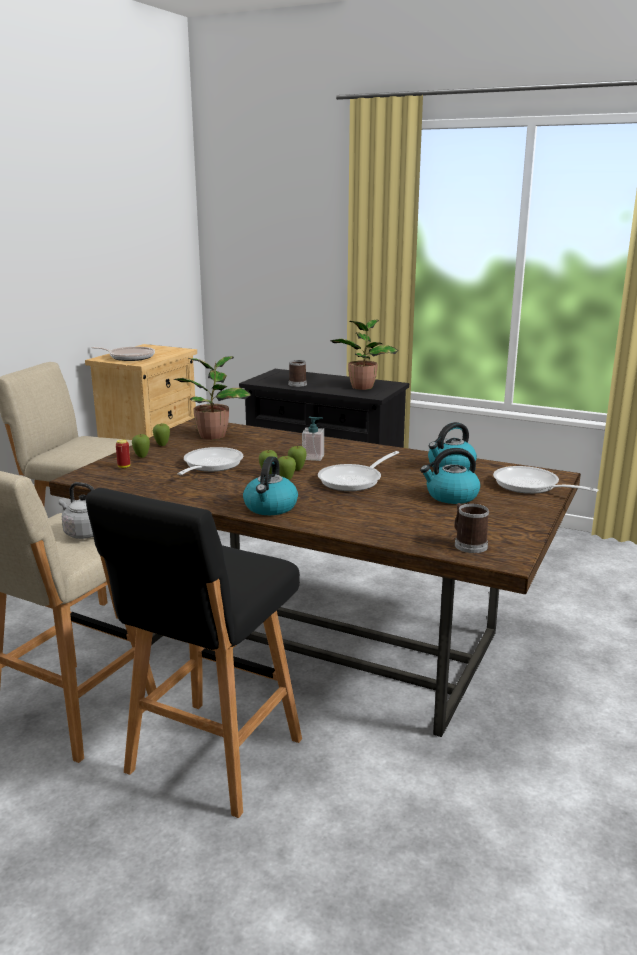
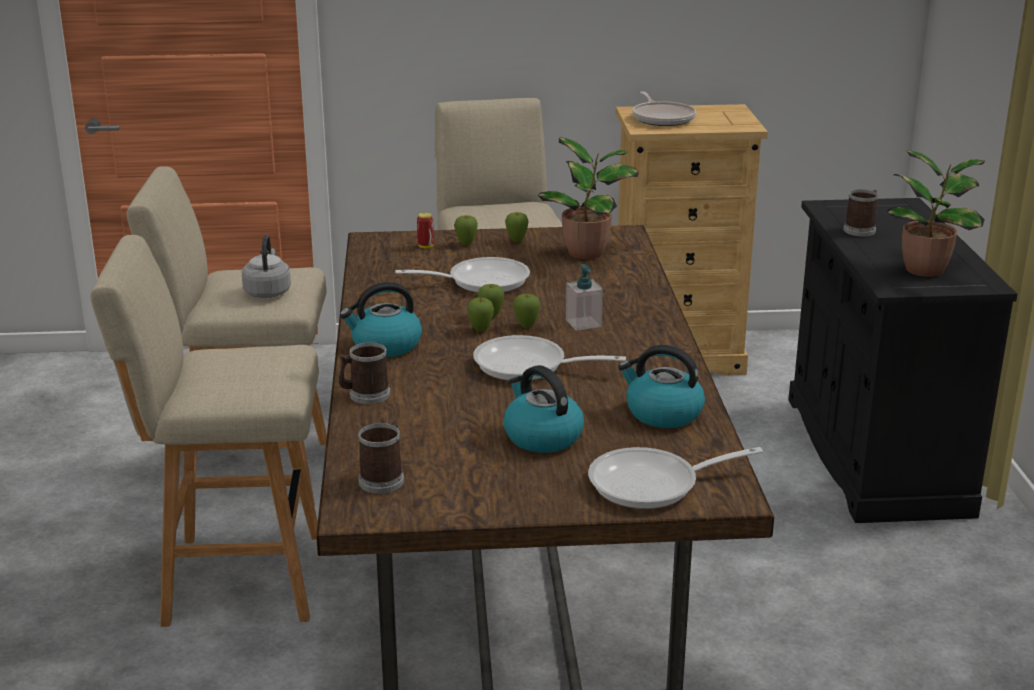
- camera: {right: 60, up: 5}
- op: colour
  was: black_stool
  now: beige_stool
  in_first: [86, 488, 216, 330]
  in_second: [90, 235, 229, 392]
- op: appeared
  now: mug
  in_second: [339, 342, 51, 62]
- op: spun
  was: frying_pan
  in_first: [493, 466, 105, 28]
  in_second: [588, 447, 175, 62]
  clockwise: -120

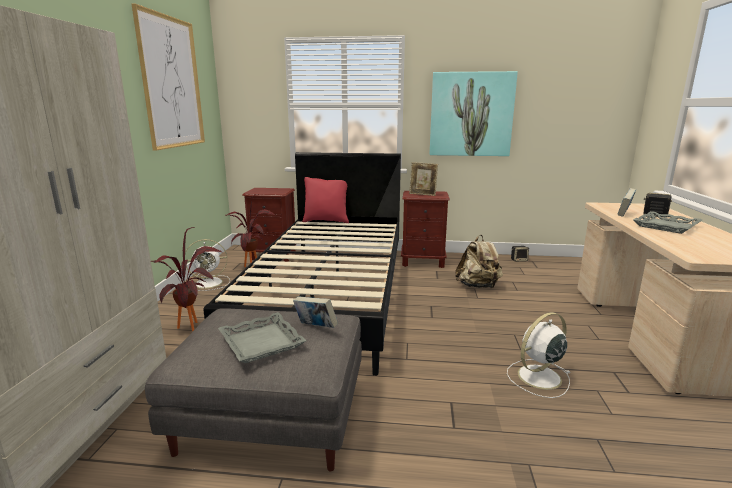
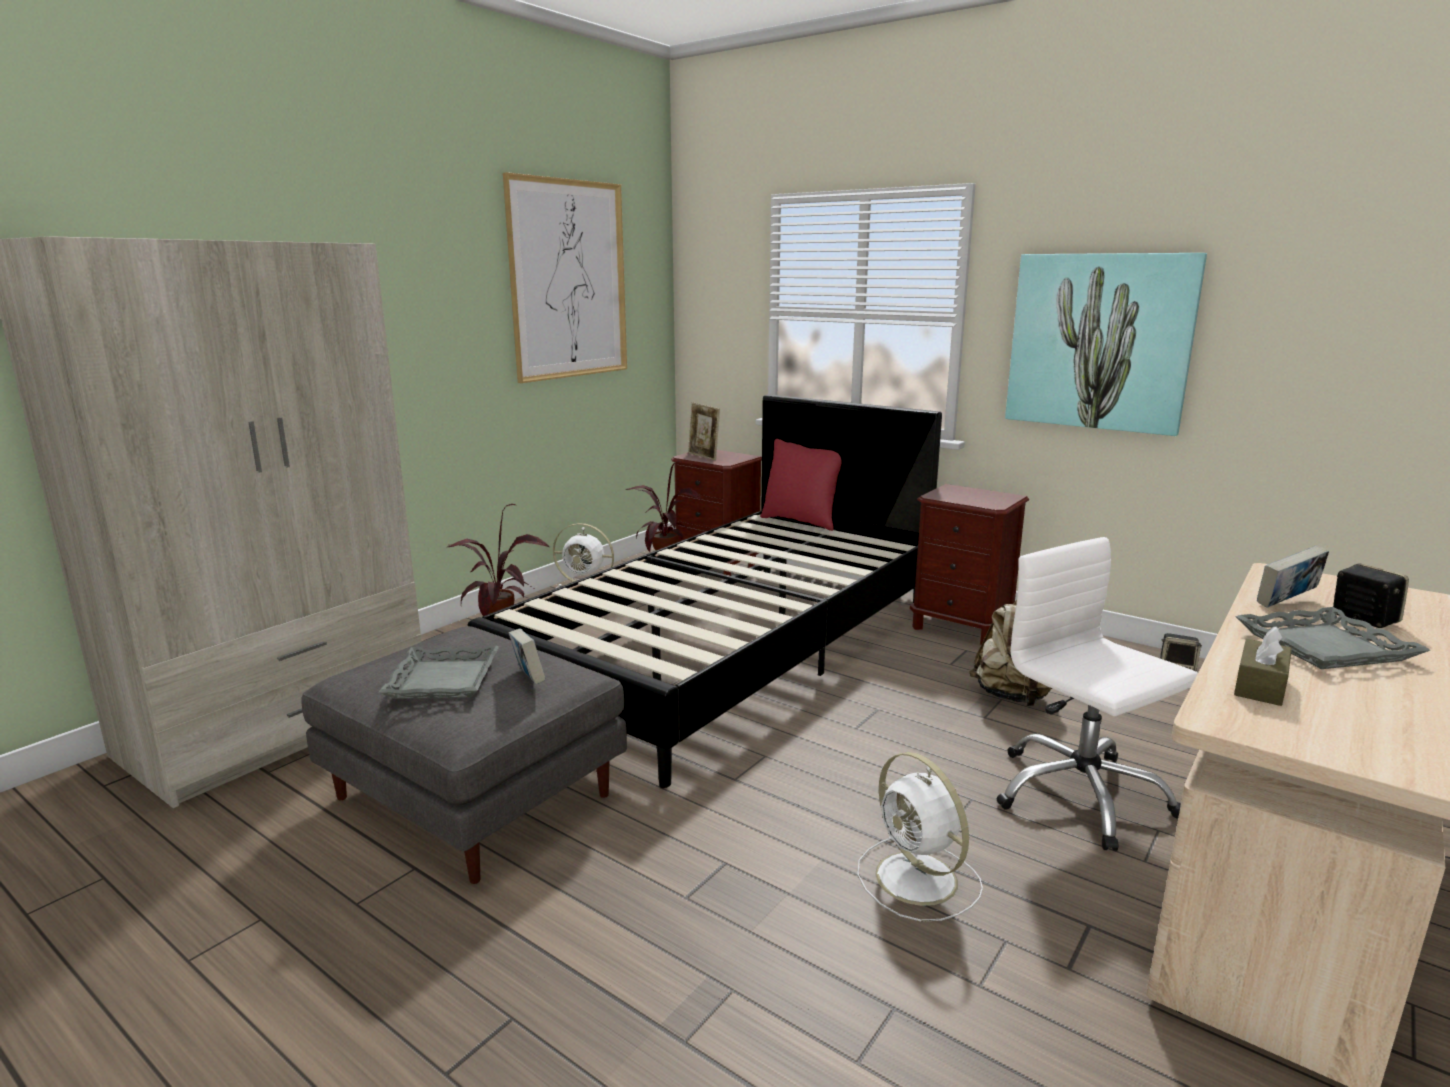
- camera: {right: 30, up: 0}
- op: relocated
  was: picture_frame
  in_first: [409, 162, 29, 34]
  in_second: [688, 402, 32, 58]
- op: spun
  was: white_fan
  in_first: [507, 312, 64, 86]
  in_second: [857, 752, 126, 170]
  clockwise: -120
- op: appeared
  now: white_office_chair
  in_second: [997, 537, 201, 314]
- op: appeared
  now: brown_tissue_box
  in_second: [1234, 626, 57, 80]

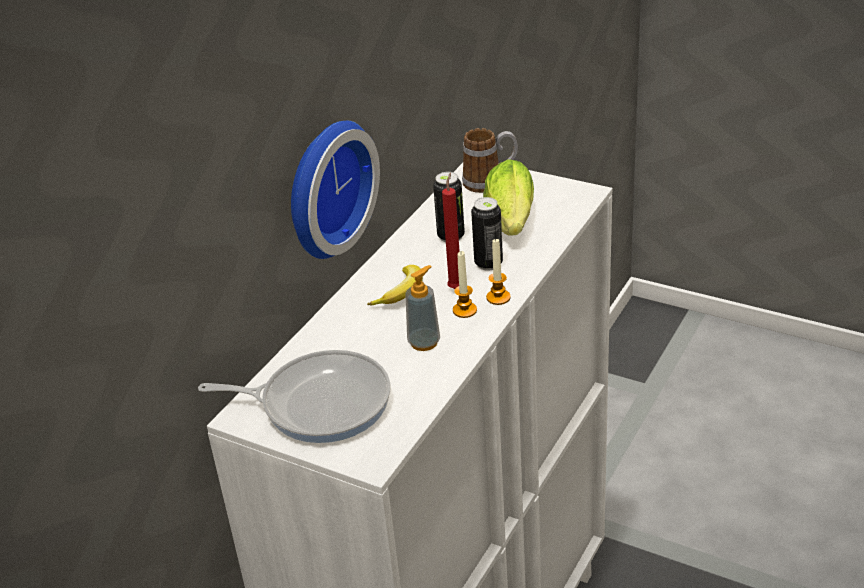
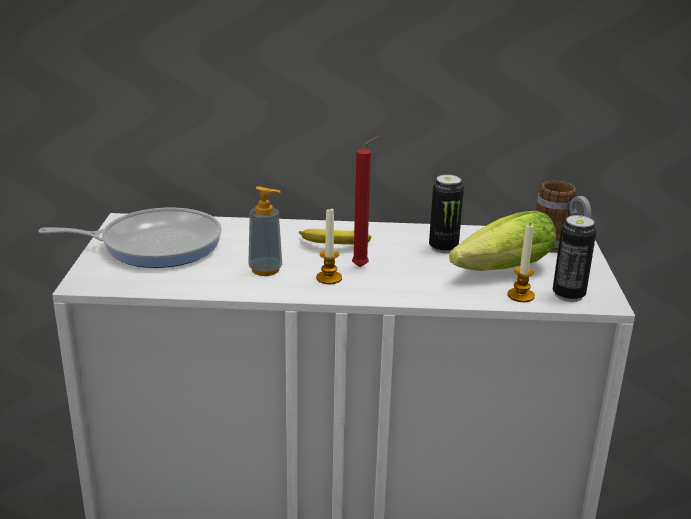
- camera: {right: 60, up: -10}
- op: spun
  was: frying_pan
  in_first: [198, 350, 192, 93]
  in_second: [38, 208, 184, 60]
  clockwise: -75
- op: relocated
  was: candle
  in_first: [486, 238, 25, 67]
  in_second: [507, 225, 28, 77]
- op: relocated
  was: can
  in_first: [471, 197, 32, 74]
  in_second: [553, 215, 43, 87]
- op: missing
  was: wall_clock
  in_first: [291, 121, 89, 138]

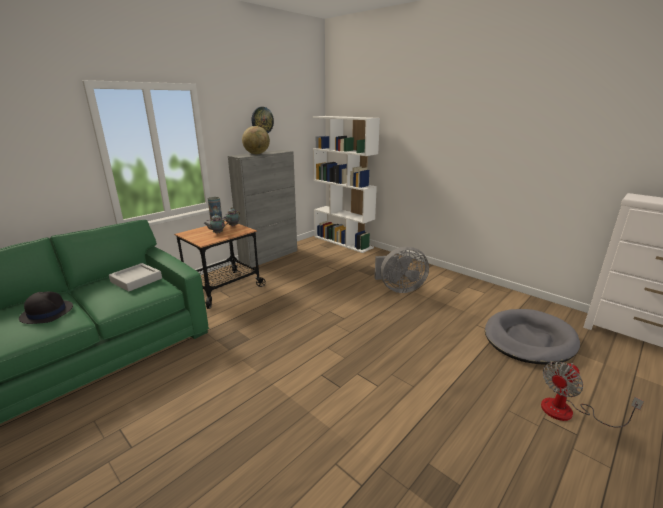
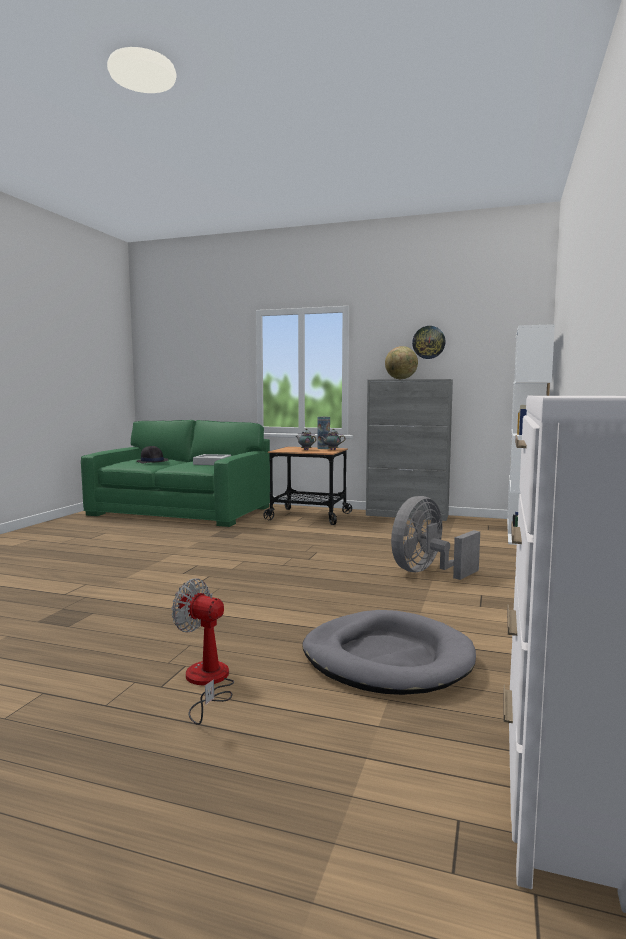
- camera: {right: 65, up: -15}
- op: spun
  was: grey_fan
  in_first: [374, 247, 55, 46]
  in_second: [391, 496, 89, 84]
  clockwise: 75

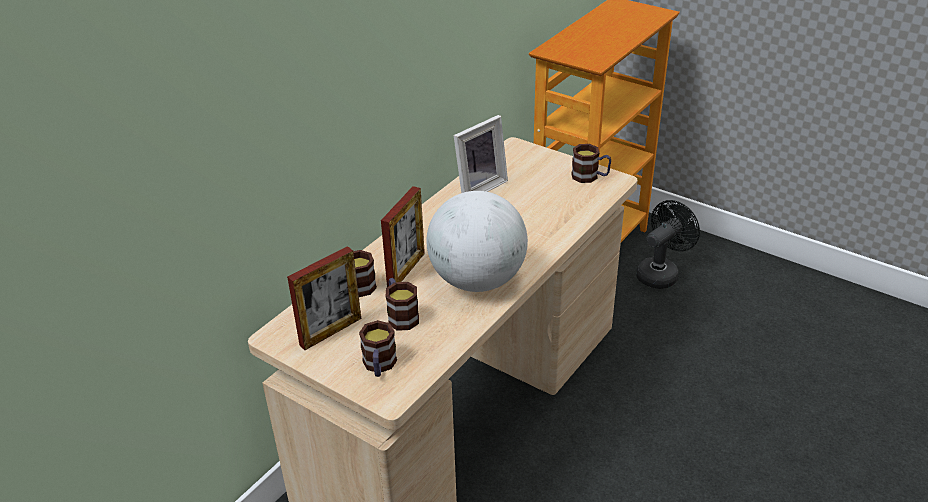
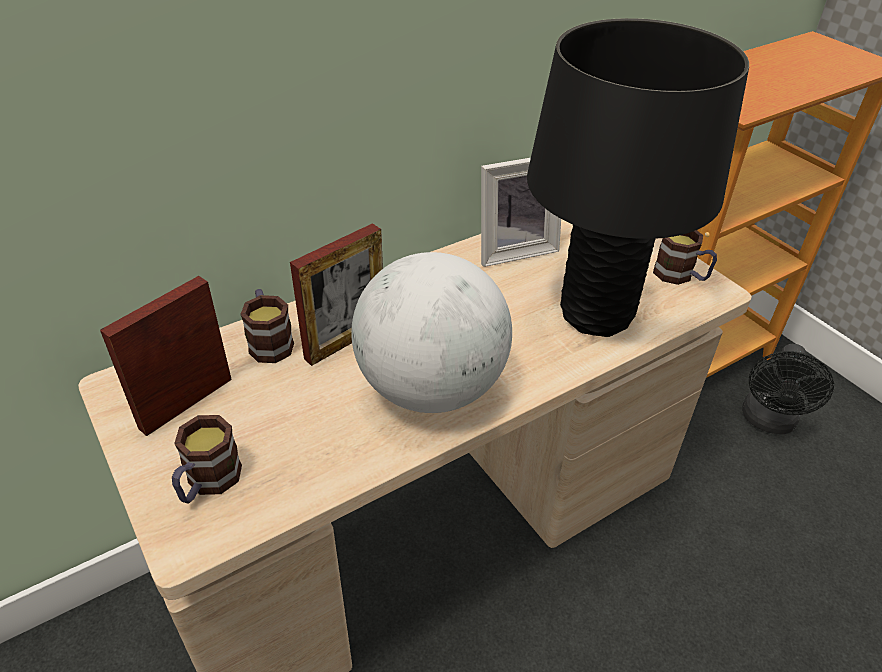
- camera: {right: 20, up: 5}
- op: spun
  was: picture_frame
  in_first: [287, 246, 74, 104]
  in_second: [100, 276, 132, 160]
  clockwise: 150
- op: appeared
  now: black_table_lamp
  in_second: [527, 18, 222, 319]
- op: spun
  was: black_fan
  in_first: [636, 200, 64, 89]
  in_second: [742, 344, 92, 90]
  clockwise: 135
- op: missing
  was: mug
  in_first: [386, 278, 33, 53]

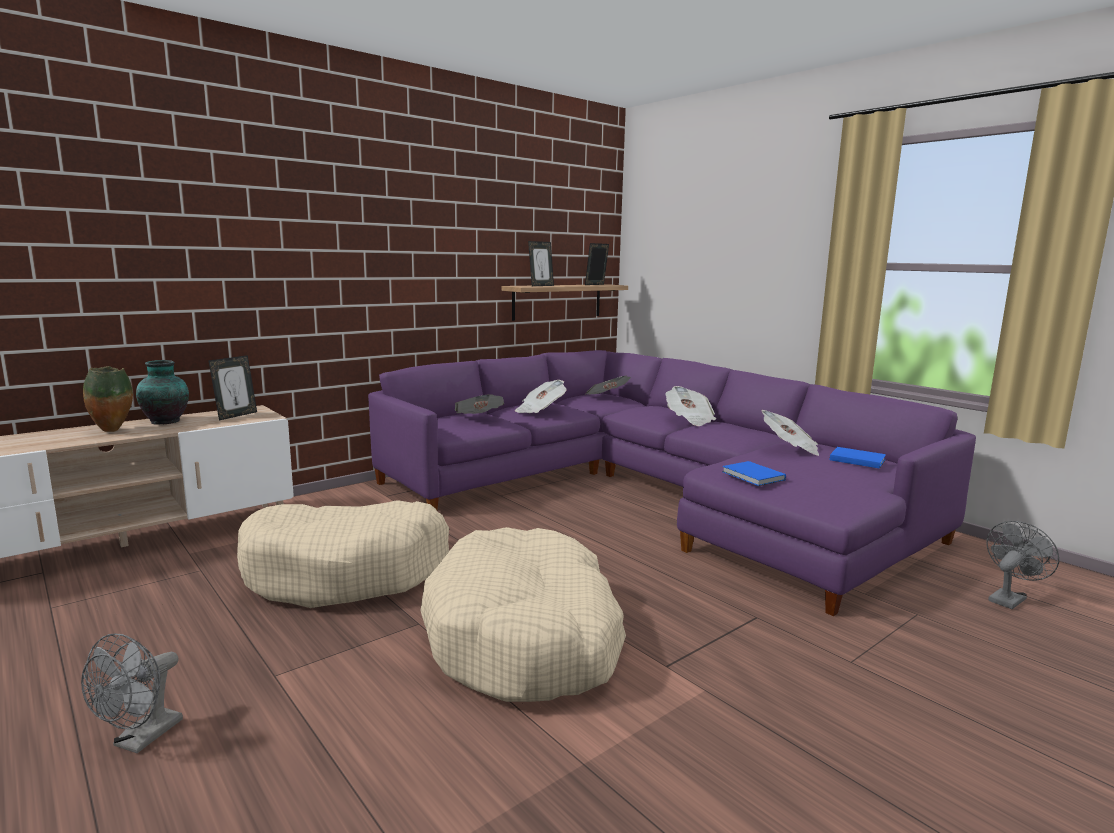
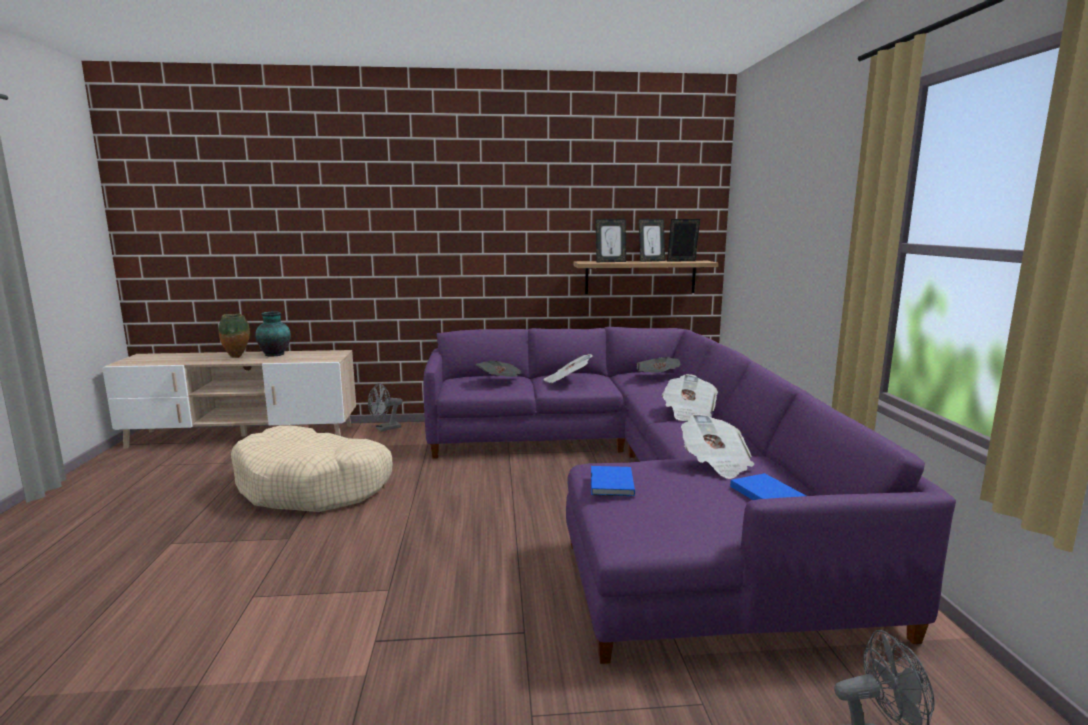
- camera: {right: 35, up: 0}
- op: relocated
  was: grey_fan
  in_first: [81, 634, 102, 119]
  in_second: [368, 383, 35, 49]
- op: relocated
  was: picture_frame
  in_first: [209, 355, 48, 66]
  in_second: [639, 219, 26, 43]
- op: missing
  was: beige_dog_bed
  in_first: [421, 527, 205, 175]

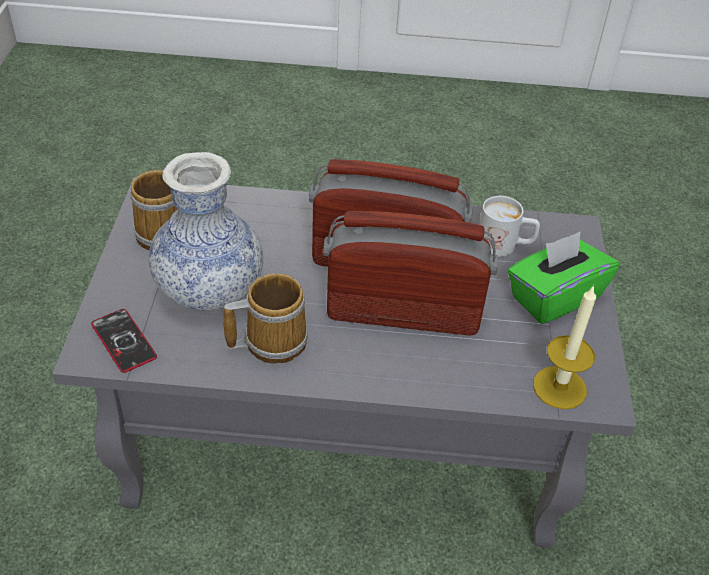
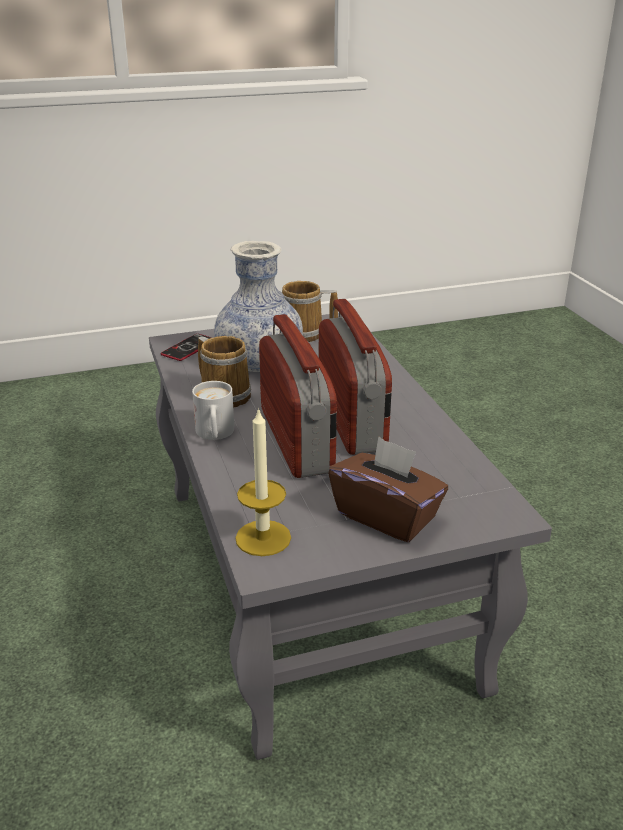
- camera: {right: 70, up: -15}
- op: relocated
  was: white_mug
  in_first: [479, 196, 61, 61]
  in_second: [192, 381, 42, 59]
- op: colour
  was: green_tissue_box
  now: brown_tissue_box
  in_first: [508, 232, 111, 92]
  in_second: [328, 436, 120, 106]

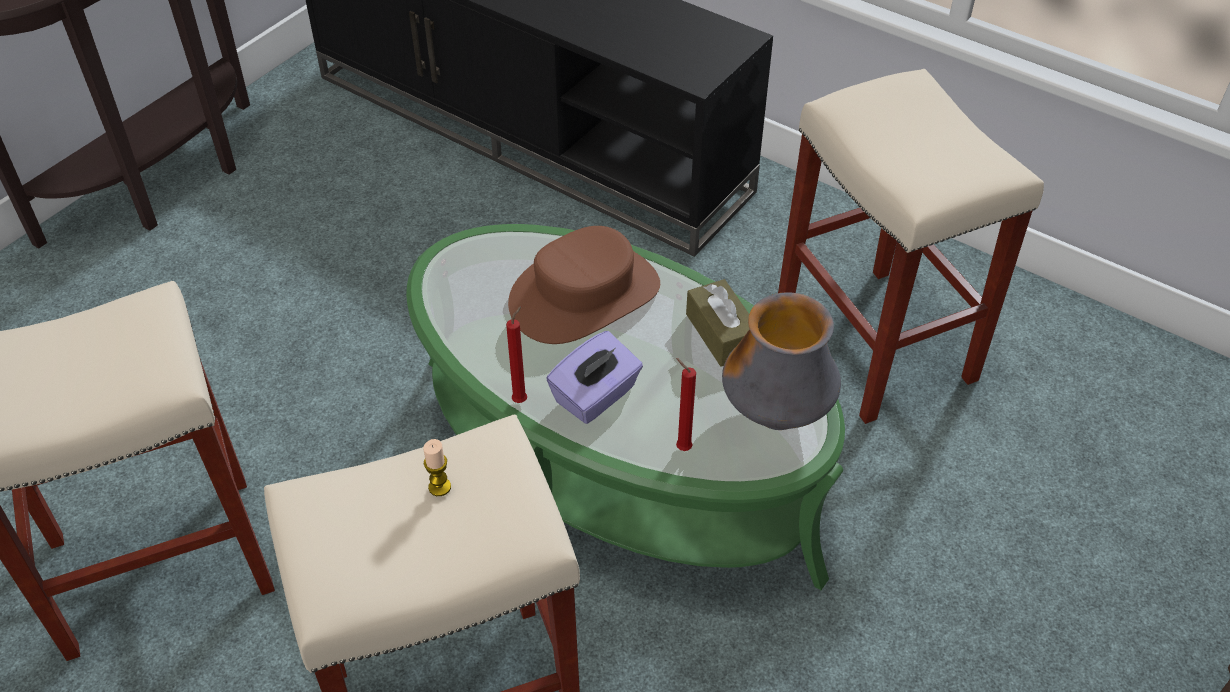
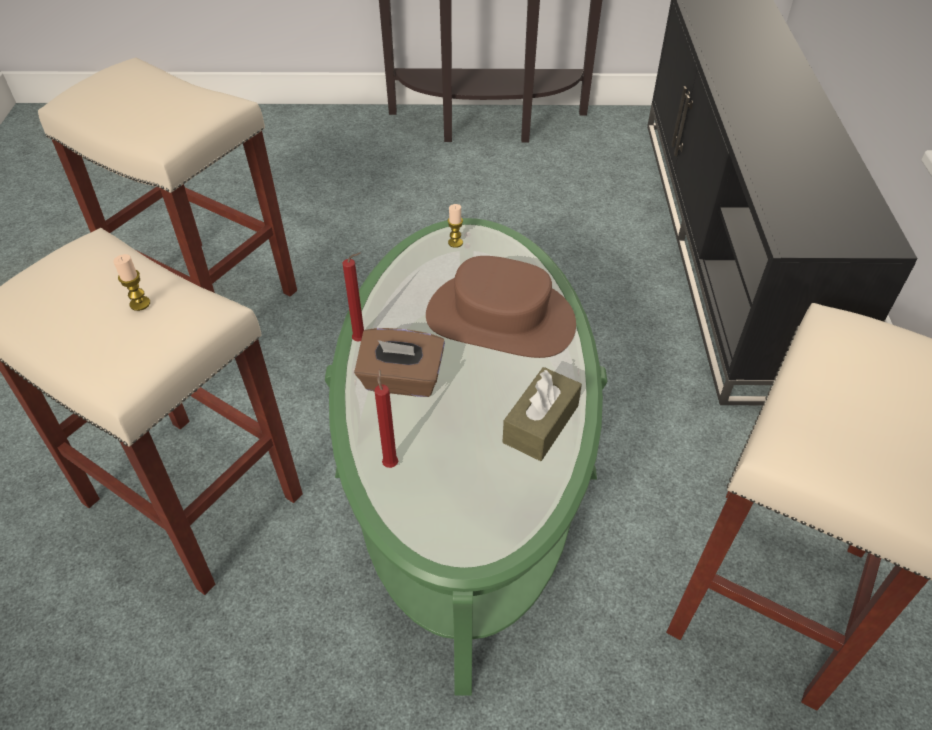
- camera: {right: 55, up: 0}
- op: colour
  was: purple_tissue_box
  now: brown_tissue_box
  in_first: [546, 331, 97, 93]
  in_second: [354, 328, 91, 69]
- op: appeared
  now: candle
  in_second: [448, 204, 15, 44]
- op: missing
  was: vase
  in_first: [722, 292, 119, 138]

